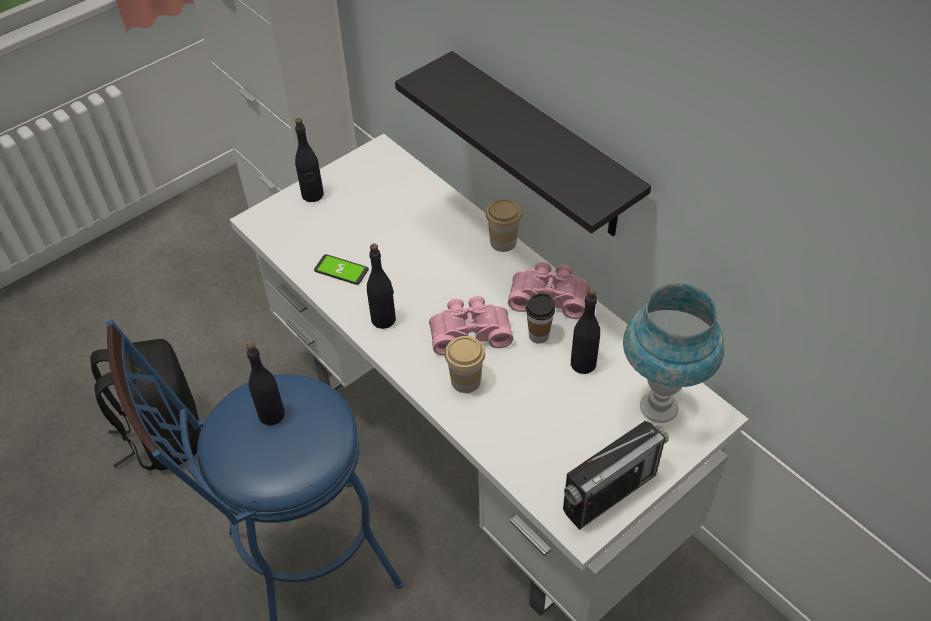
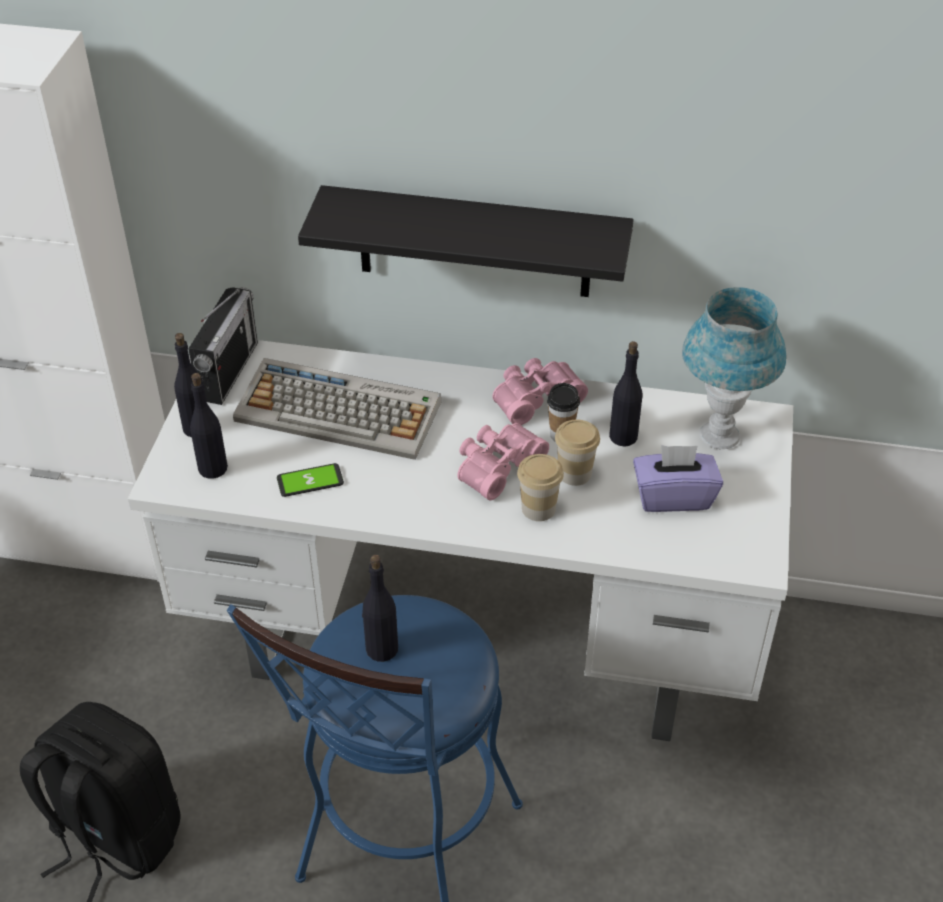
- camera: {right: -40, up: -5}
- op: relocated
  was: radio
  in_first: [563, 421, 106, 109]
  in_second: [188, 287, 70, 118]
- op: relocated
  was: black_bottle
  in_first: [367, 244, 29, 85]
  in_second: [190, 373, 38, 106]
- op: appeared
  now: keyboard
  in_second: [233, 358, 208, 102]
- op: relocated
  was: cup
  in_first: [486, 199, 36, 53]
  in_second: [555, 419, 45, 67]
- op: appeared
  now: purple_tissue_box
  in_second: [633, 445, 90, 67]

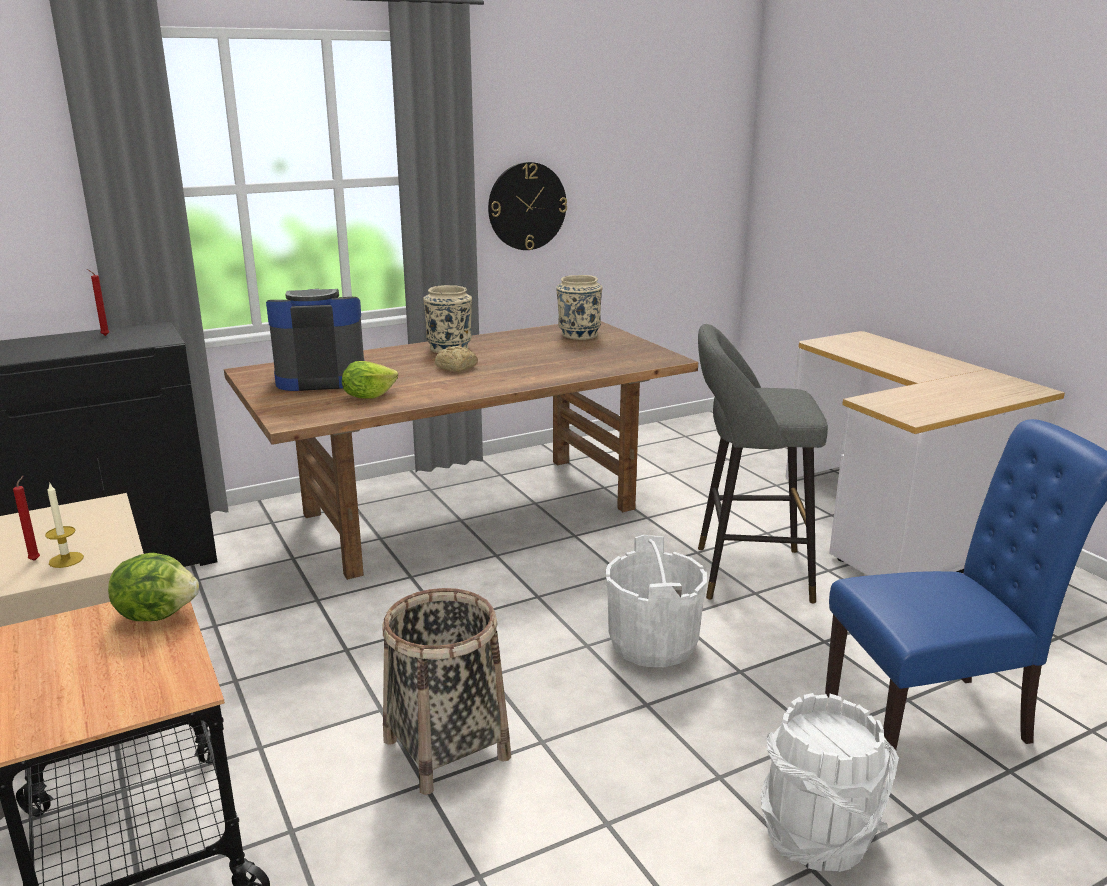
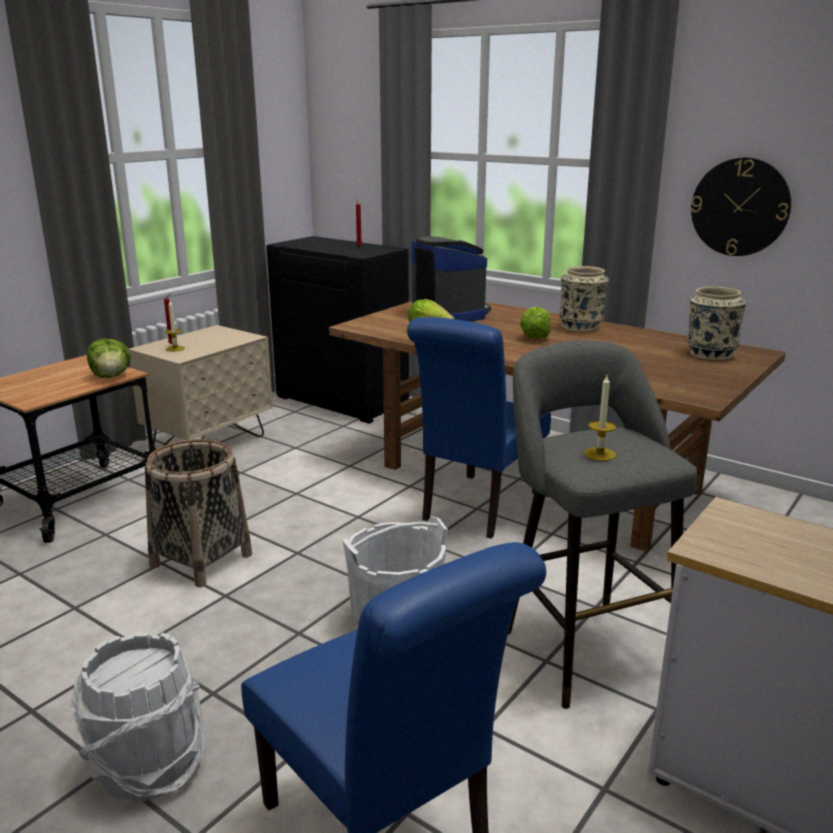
- camera: {right: 65, up: 0}
- op: appeared
  now: blue_chair
  in_second: [407, 317, 144, 222]
- op: exchanged
  was: bread
  now: lettuce
  in_first: [435, 345, 43, 27]
  in_second: [520, 307, 31, 32]
- op: appeared
  now: candle
  in_second: [584, 375, 32, 86]

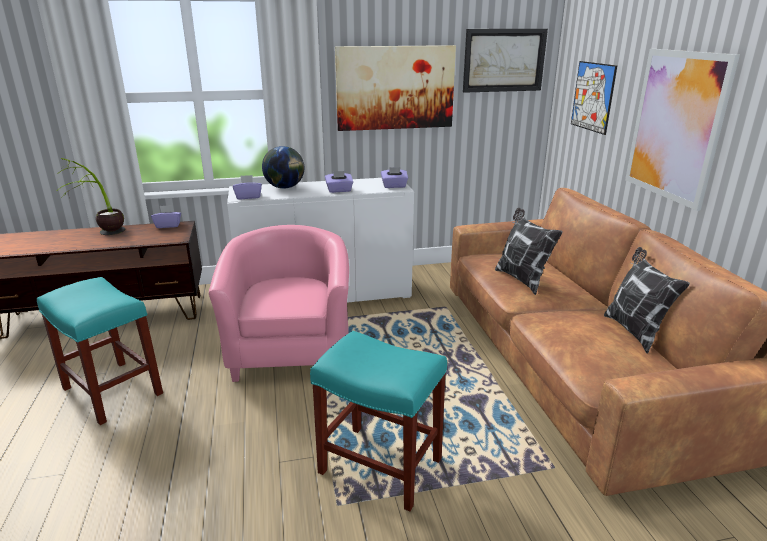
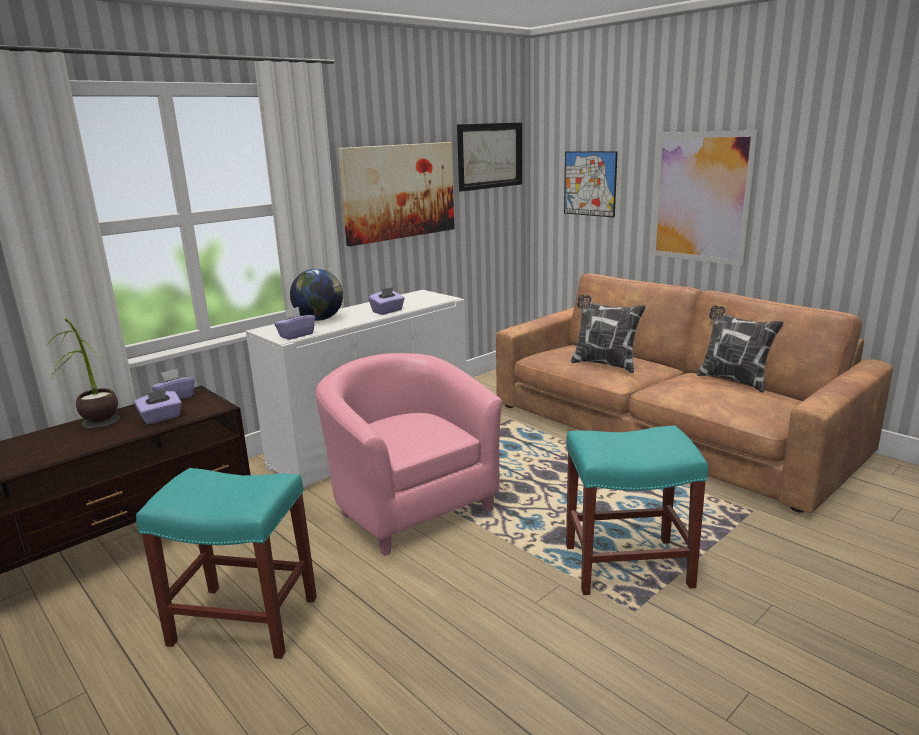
- camera: {right: -30, up: -5}
- op: relocated
  was: purple_tissue_box
  in_first: [381, 167, 27, 21]
  in_second: [134, 389, 48, 35]

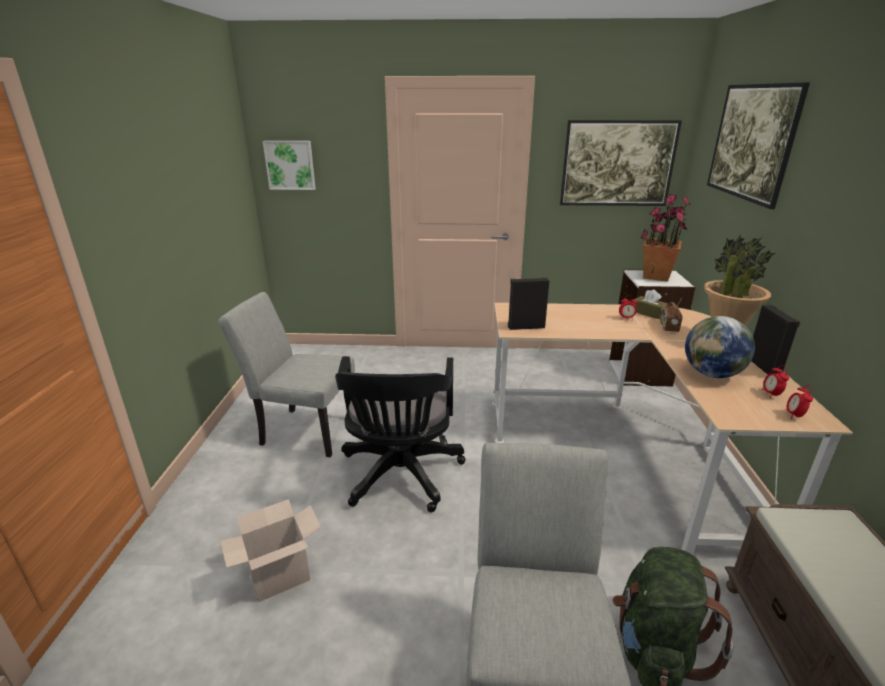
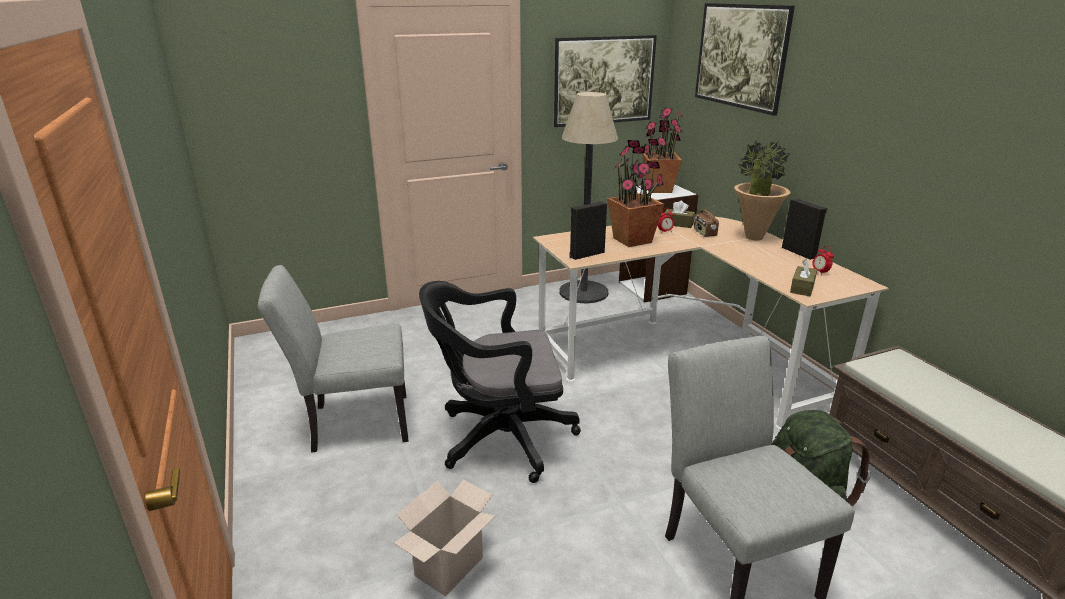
- camera: {right: -25, up: 0}
- op: spun
  was: black_office_chair
  in_first: [335, 356, 131, 156]
  in_second: [419, 281, 162, 202]
  clockwise: 105
- op: appeared
  now: floor_lamp
  in_second: [560, 92, 58, 211]
- op: appeared
  now: potted_plant
  in_second: [607, 140, 57, 107]
- op: appeared
  now: brown_tissue_box
  in_second: [790, 259, 27, 37]
- op: missing
  was: picture
  in_first: [263, 141, 53, 49]
- op: missing
  was: globe
  in_first: [685, 316, 70, 62]
- op: missing
  was: alarm_clock
  in_first: [785, 385, 28, 34]

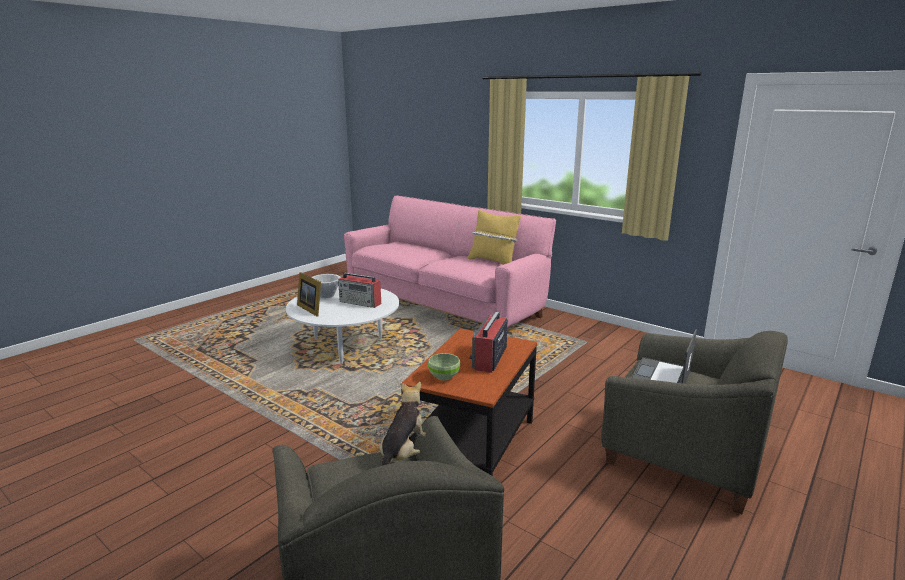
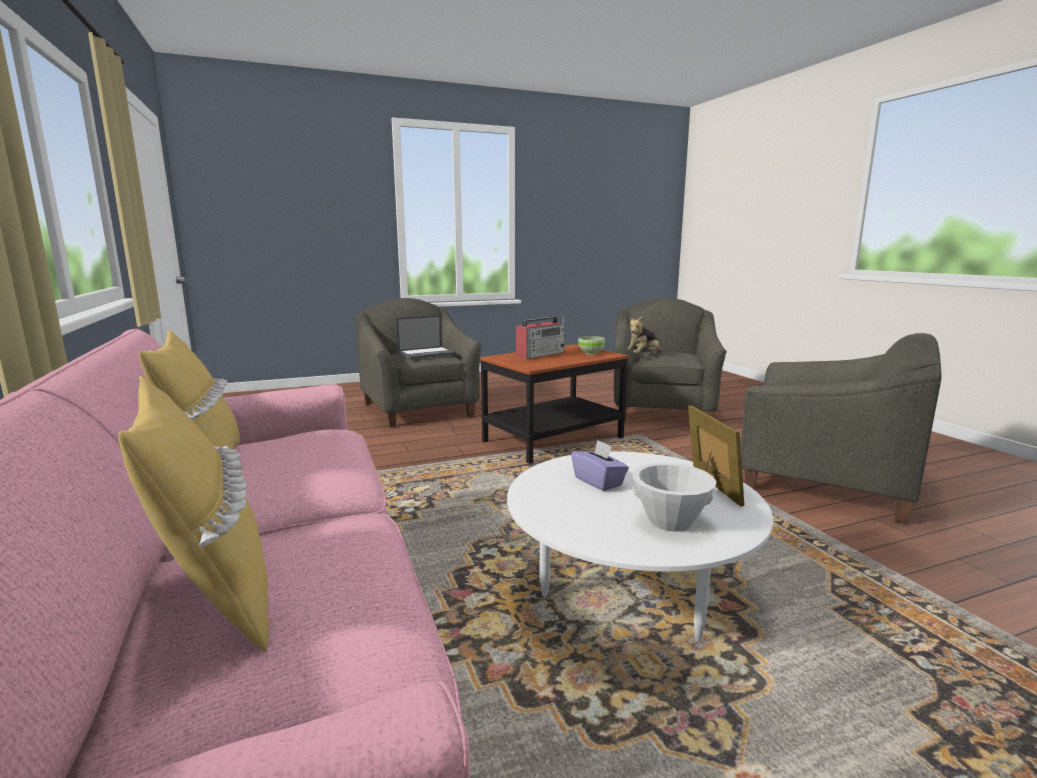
- camera: {right: -150, up: -5}
- op: appeared
  now: yellow_pillow
  in_second: [118, 376, 151, 276]
- op: exchanged
  was: radio
  now: purple_tissue_box
  in_first: [338, 273, 43, 35]
  in_second: [571, 440, 58, 51]
- op: appeared
  now: grey_armchair
  in_second: [740, 333, 202, 191]

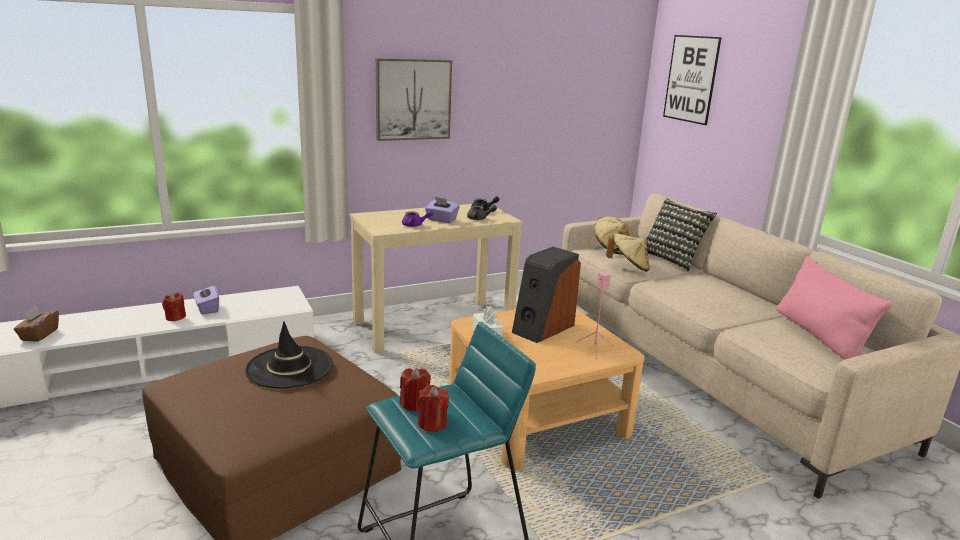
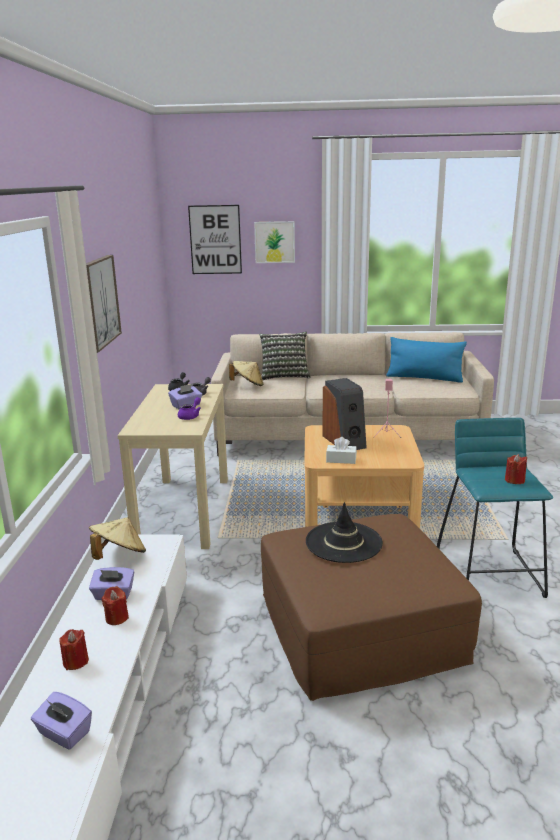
- camera: {right: -60, up: 0}
- op: colour
  was: brown_tissue_box
  now: purple_tissue_box
  in_first: [14, 306, 45, 36]
  in_second: [31, 692, 61, 58]
- op: relocated
  was: red_candle
  in_first: [400, 368, 31, 44]
  in_second: [59, 629, 30, 41]
- op: relocated
  was: beige_hat
  in_first: [606, 233, 44, 39]
  in_second: [89, 518, 57, 42]
- op: appeared
  now: picture
  in_second: [254, 221, 41, 42]
- op: colour
  was: pink_pillow
  now: blue_pillow
  in_first: [776, 256, 117, 104]
  in_second: [386, 337, 81, 46]

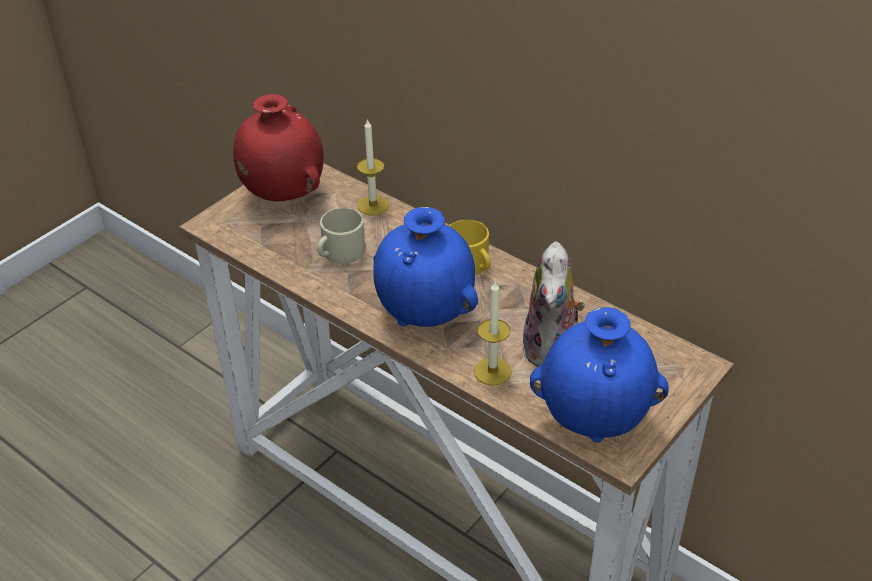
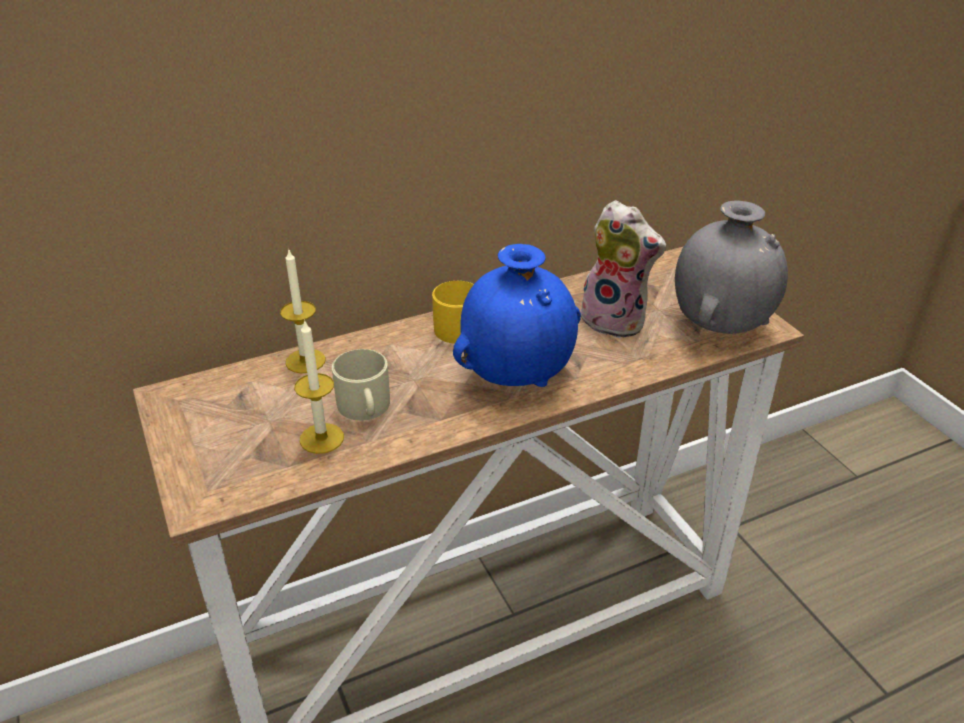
- camera: {right: -65, up: -5}
- op: relocated
  was: candle
  in_first: [474, 280, 38, 106]
  in_second: [294, 319, 50, 135]
- op: colour
  was: blue_vase
  now: grey_vase
  in_first: [530, 307, 139, 136]
  in_second: [675, 200, 113, 134]
- op: missing
  was: red_vase
  in_first: [233, 94, 90, 108]

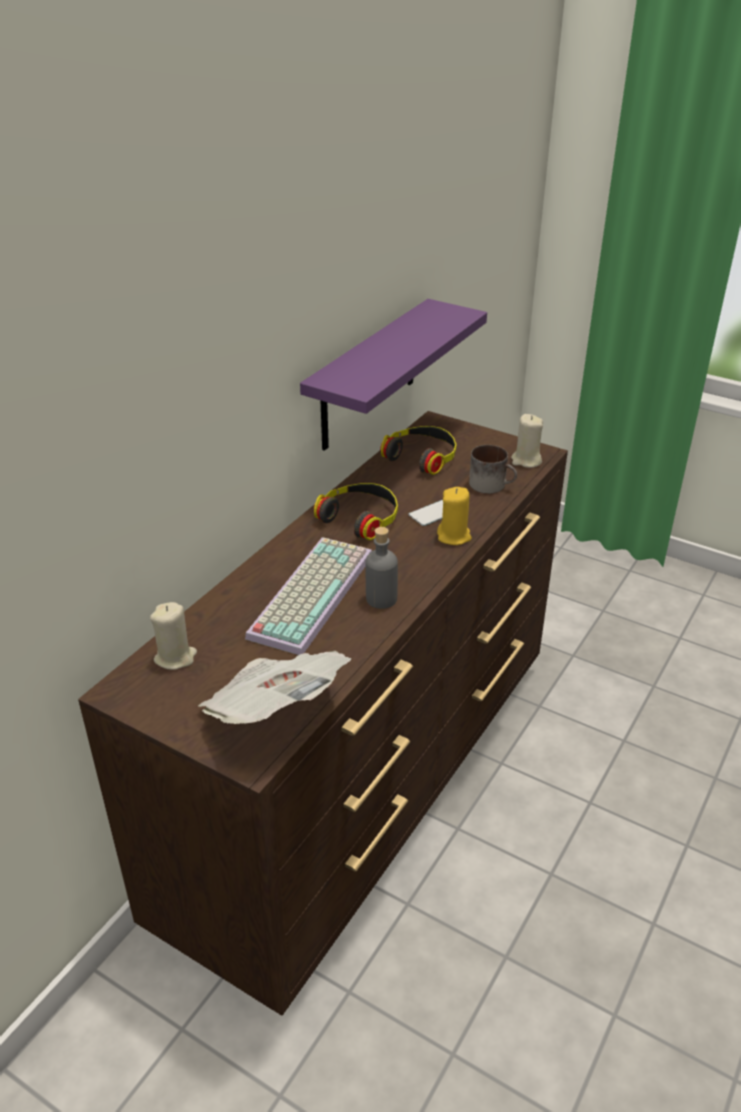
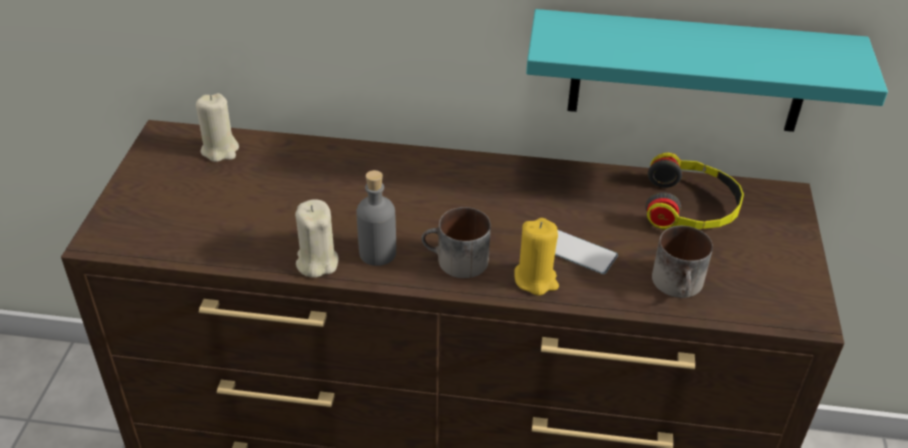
- camera: {right: 65, up: 5}
- op: relocated
  was: beige_candle
  in_first: [511, 414, 32, 54]
  in_second: [295, 199, 43, 79]
- op: appeared
  now: mug
  in_second: [421, 207, 70, 71]
- op: colour
  was: purple_shelf
  now: turquoise_shelf
  in_first: [300, 299, 187, 152]
  in_second: [526, 9, 362, 123]
- op: missing
  was: newspaper
  in_first: [198, 651, 153, 73]
- op: missing
  was: keyboard
  in_first: [245, 537, 127, 118]
- op: missing
  was: headphones
  in_first: [314, 483, 84, 57]

